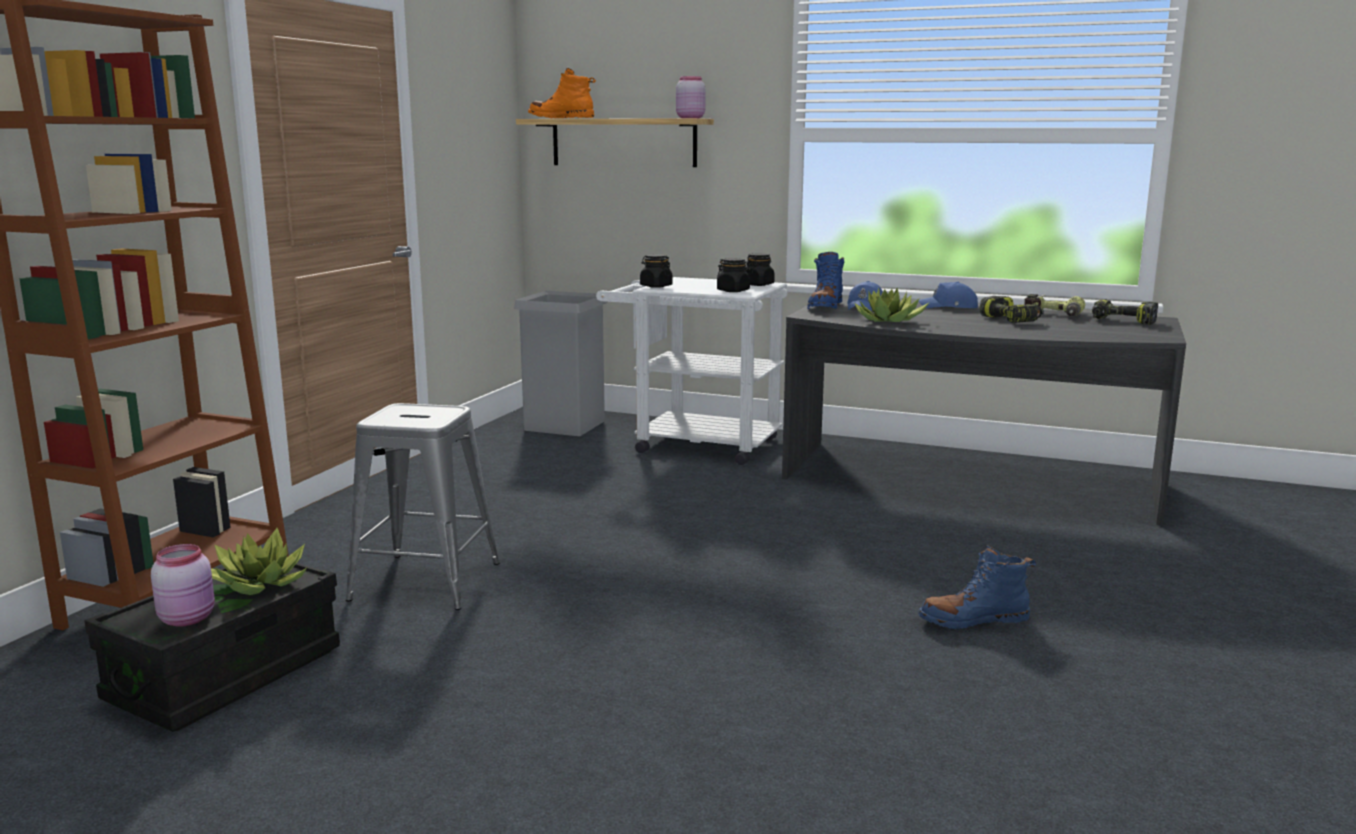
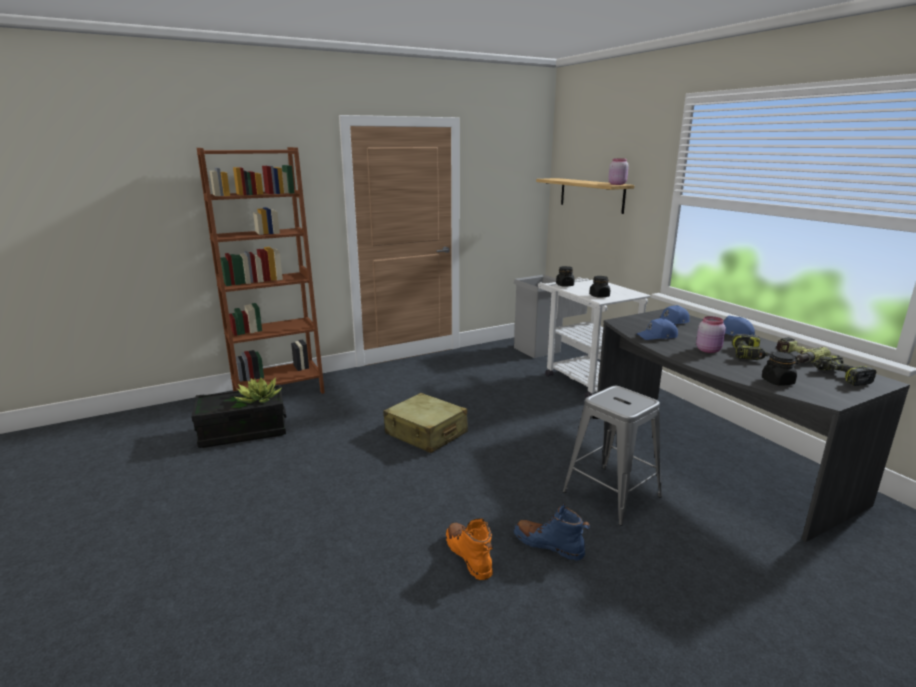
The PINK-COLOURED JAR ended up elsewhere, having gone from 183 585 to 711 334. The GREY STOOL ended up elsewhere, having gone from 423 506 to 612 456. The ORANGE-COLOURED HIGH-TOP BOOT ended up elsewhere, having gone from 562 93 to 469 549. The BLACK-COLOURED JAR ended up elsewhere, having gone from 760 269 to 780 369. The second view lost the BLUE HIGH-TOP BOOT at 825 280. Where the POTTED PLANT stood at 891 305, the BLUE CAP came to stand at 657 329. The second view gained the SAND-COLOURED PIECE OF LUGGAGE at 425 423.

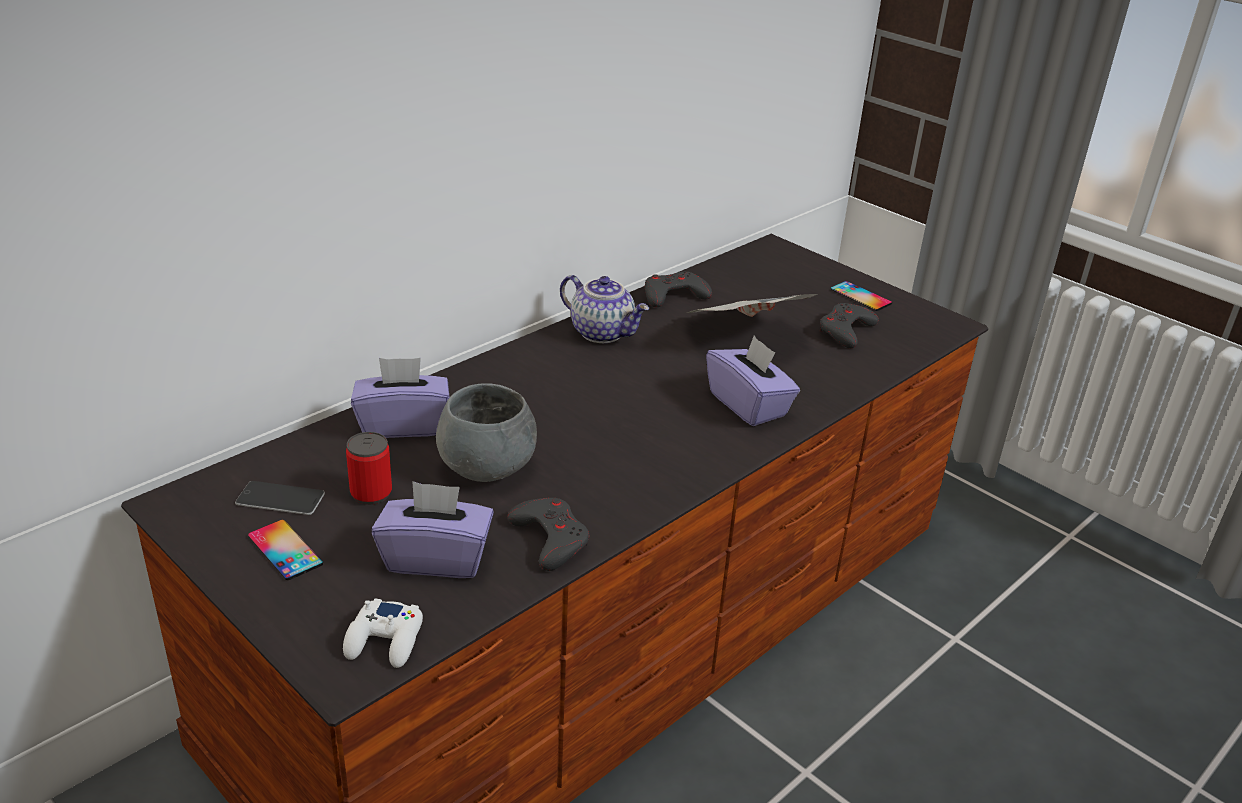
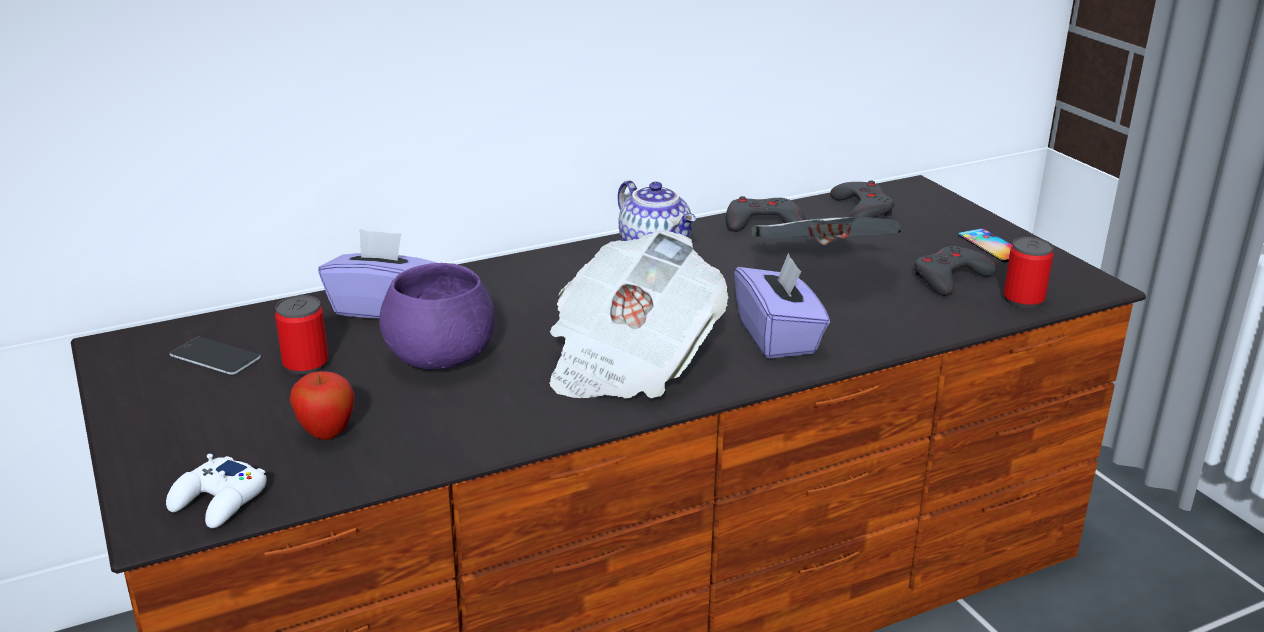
The second view lost the HANDSET at 285 550. Where the PURPLE-COLOURED TISSUE BOX stood at 433 529, the APPLE FRUIT came to stand at 322 405. What was the GREY BOWL at 486 432 turned into the PURPLE-COLOURED BOWL at 436 316. The GREY GAMEPAD ended up elsewhere, having gone from 548 534 to 862 199. The second view gained the NEWSPAPER at 639 315. The second view gained the METAL CAN at 1028 272.

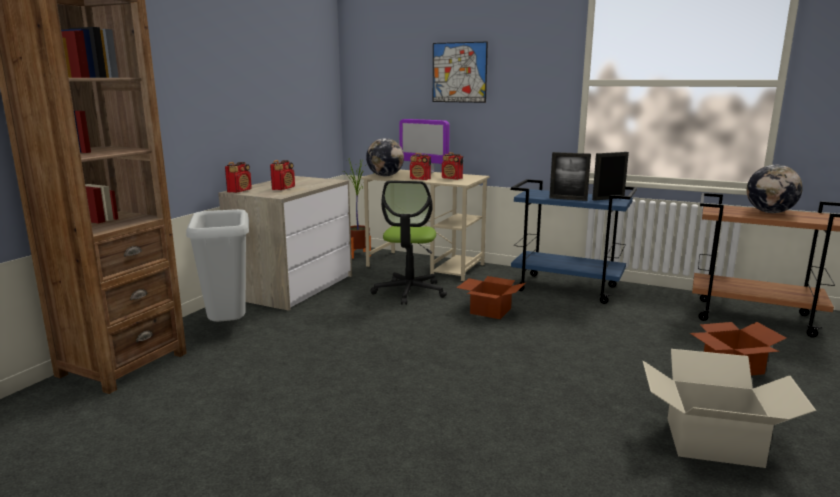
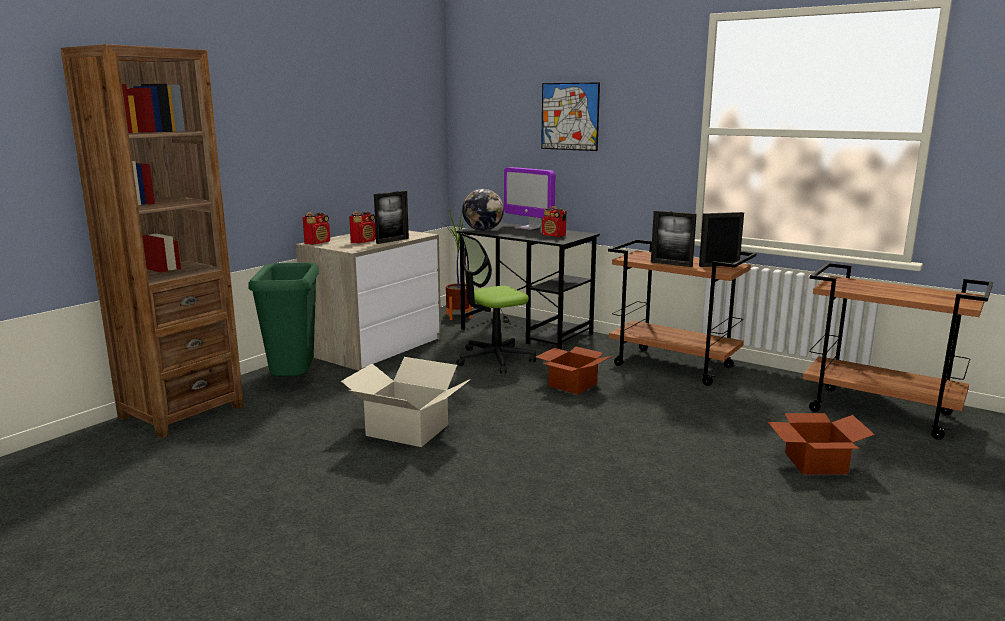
What was the GREY WASTE BIN at 217 265 turned into the GREEN WASTE BIN at 283 319. What was the SAND-COLOURED DESK UNIT at 425 225 turned into the BLACK-COLOURED DESK UNIT at 528 286. The OFFICE CHAIR at 408 243 ended up facing another way, 45 degrees clockwise from before. The second view lost the RADIO RECEIVER at 420 166. What was the BLUE CART at 574 241 turned into the BROWN CART at 682 312. The CARTON ended up elsewhere, having gone from 730 408 to 405 402. The second view lost the DESK GLOBE at 775 189. The second view gained the PHOTO FRAME at 391 217.

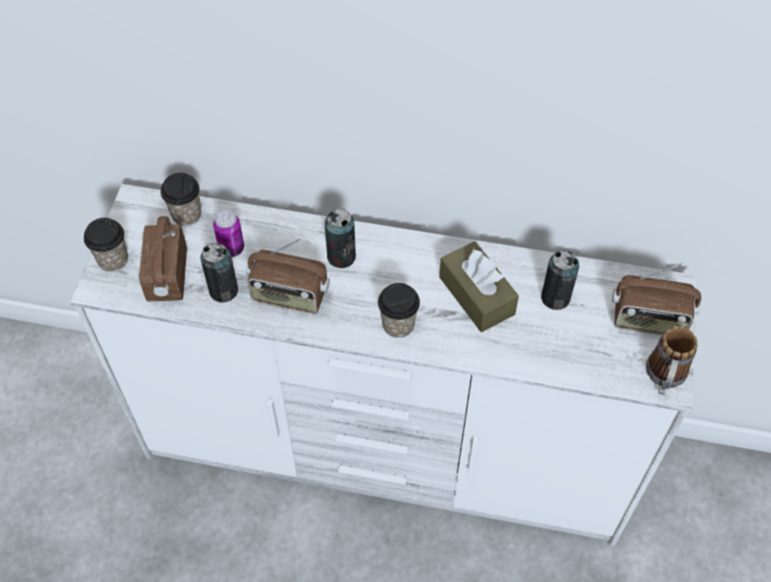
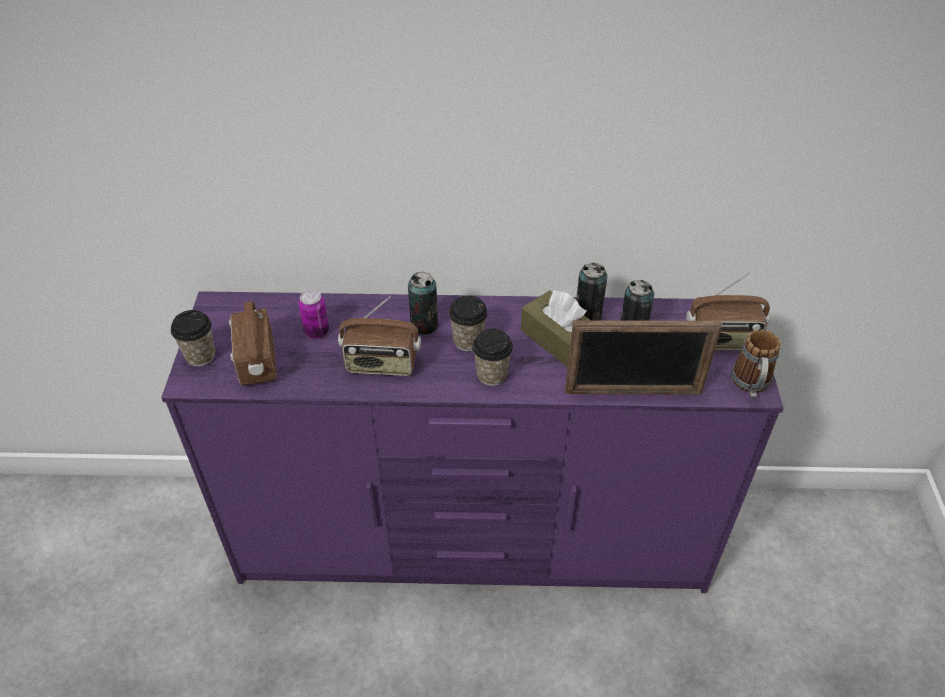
What was the WHITISH DRAWER CHEST at 383 365 turned into the PURPLE-COLOURED DRAWER CHEST at 472 442. The DRINKING CUP ended up elsewhere, having gone from 181 199 to 468 323. The METAL CAN ended up elsewhere, having gone from 219 273 to 591 291. The second view gained the PHOTO FRAME at 643 357.

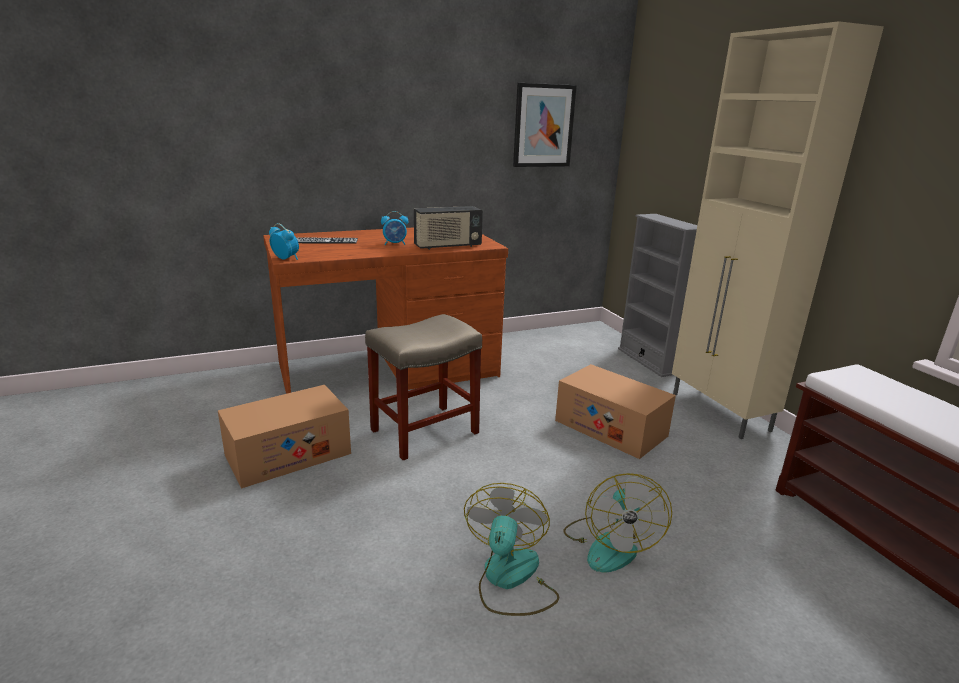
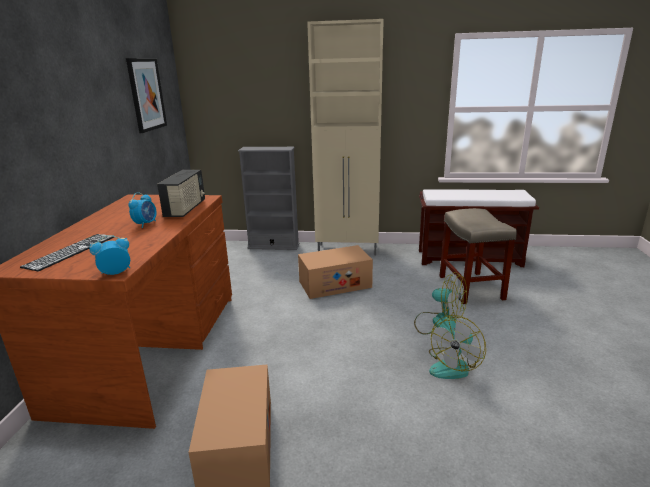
The SAND-COLOURED STOOL ended up elsewhere, having gone from 423 387 to 478 256. The COOLING FAN at 511 549 ended up facing another way, 90 degrees counterclockwise from before.

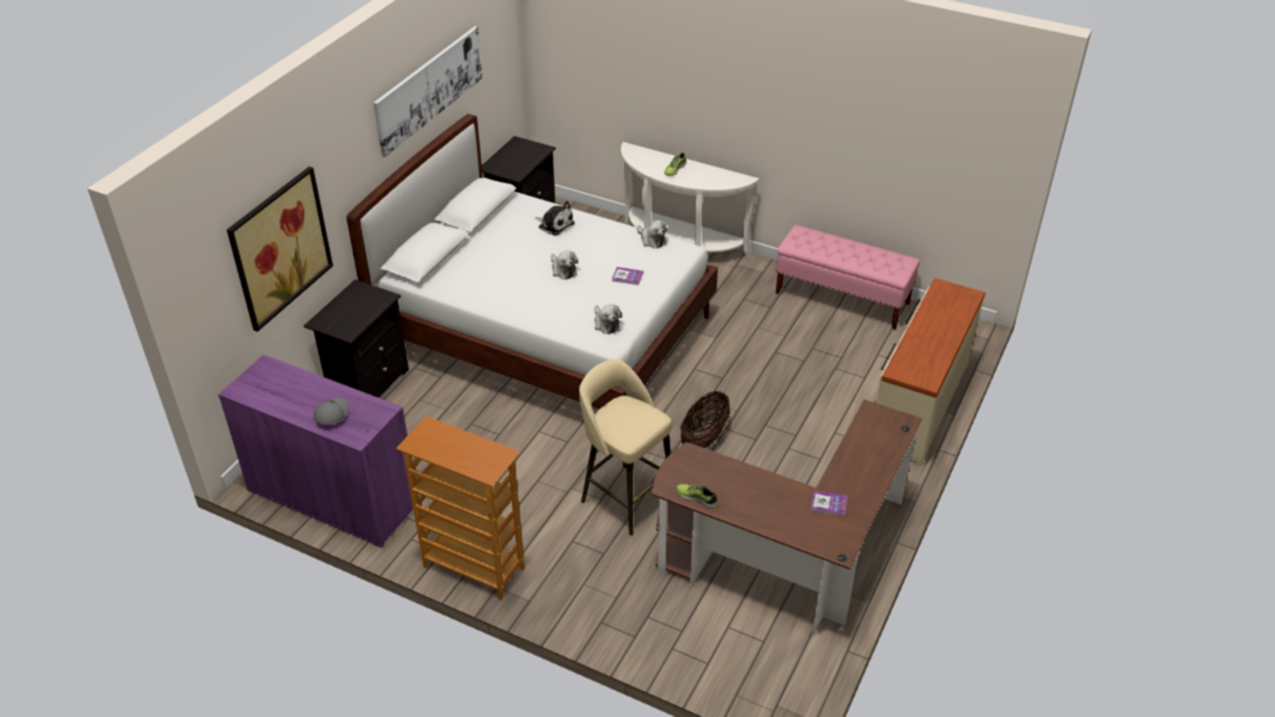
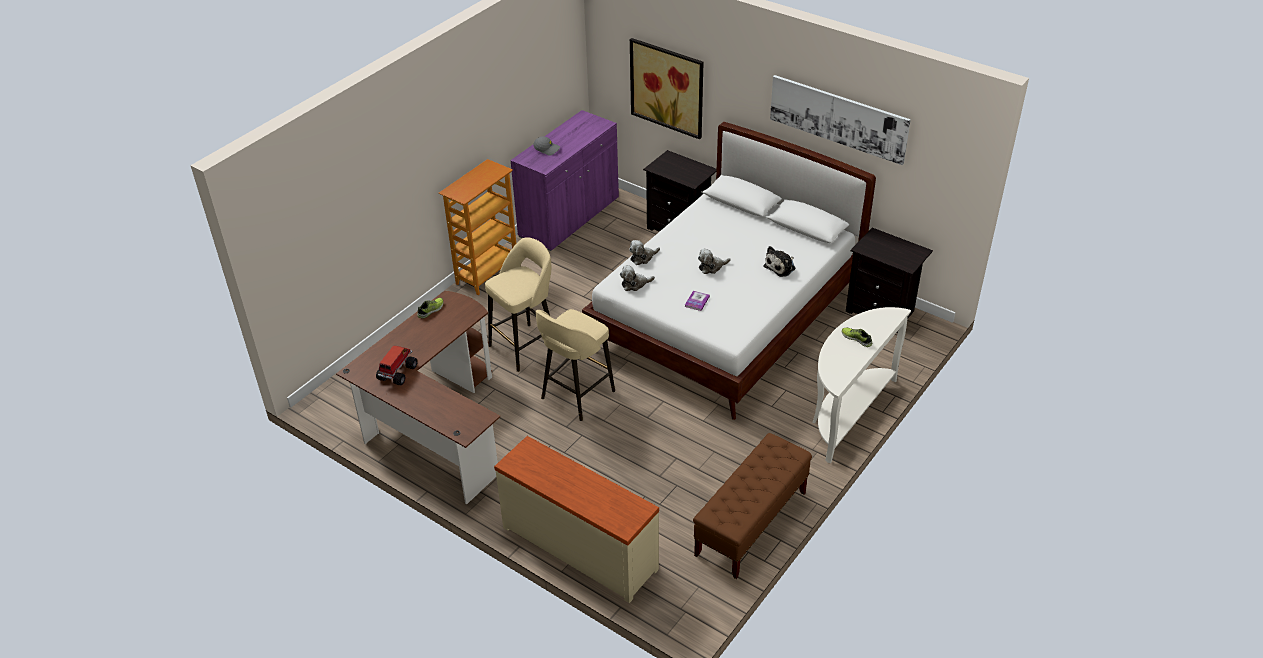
The PLUSH TOY ended up elsewhere, having gone from 652 234 to 644 252. Where the BASKET stood at 705 419, the SAND-COLOURED STOOL came to stand at 575 365. What was the PINK-COLOURED BENCH at 848 277 turned into the BROWN BENCH at 752 506. Where the VOLUME stood at 829 503, the MODEL TRUCK came to stand at 397 365.

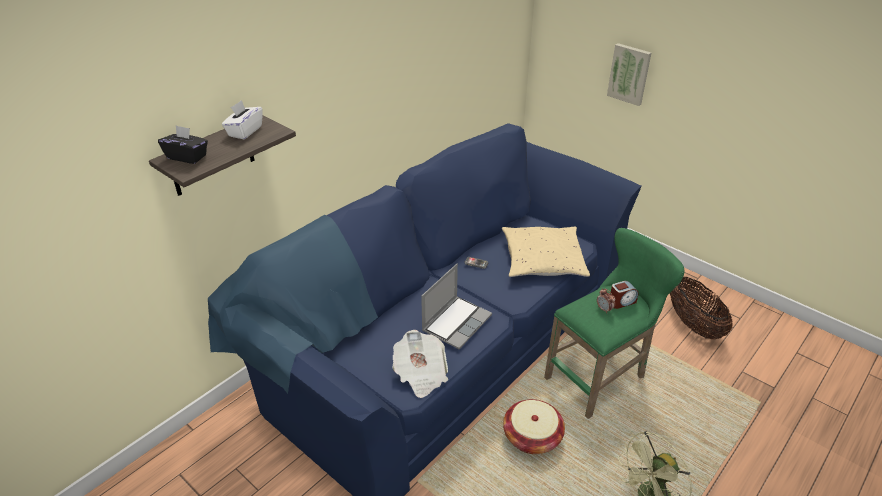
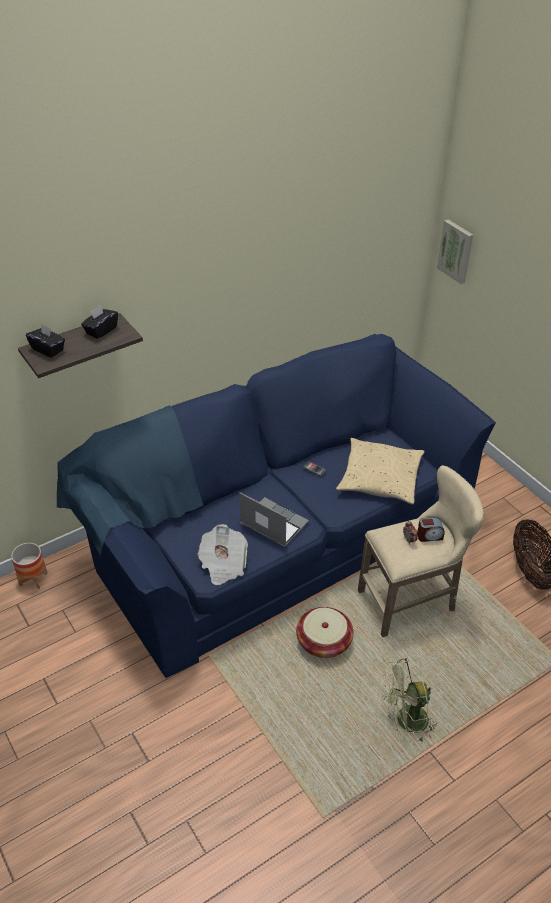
What was the WHITISH TISSUE BOX at 242 119 turned into the BLACK-COLOURED TISSUE BOX at 99 322. The PORTABLE COMPUTER at 456 306 ended up facing another way, 105 degrees counterclockwise from before. What was the GREEN STOOL at 614 323 turned into the SAND-COLOURED STOOL at 421 551. The WALL ART ended up elsewhere, having gone from 629 74 to 455 251. The second view gained the PLANT POT at 29 566.

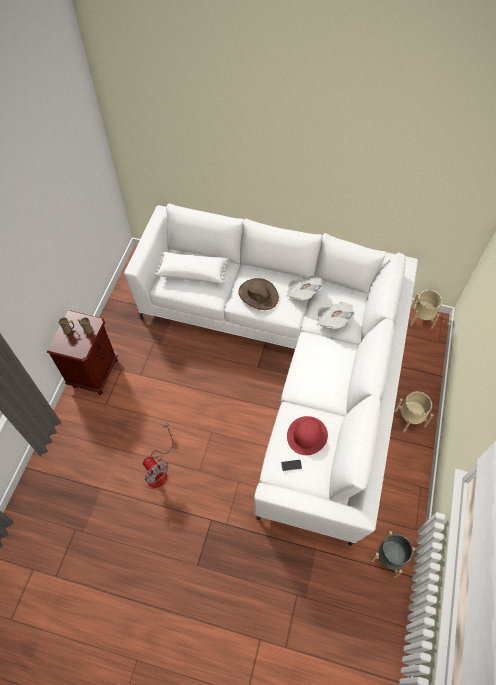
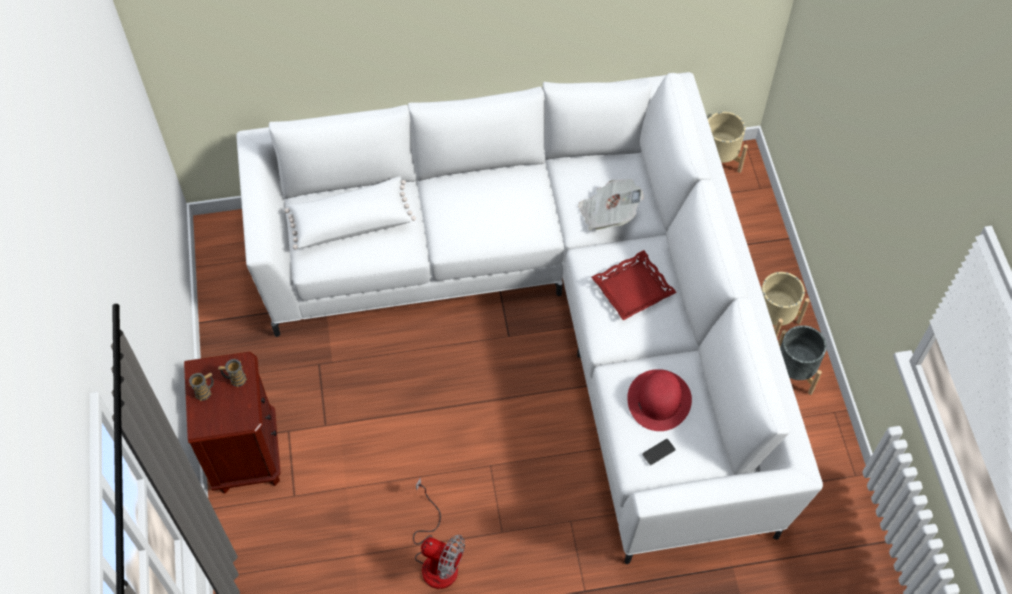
The second view lost the BROWN HAT at 258 294. The second view lost the NEWSPAPER at 304 288. The GREY PLANT POT ended up elsewhere, having gone from 392 554 to 802 360. The second view gained the RED TRAY at 634 285.

